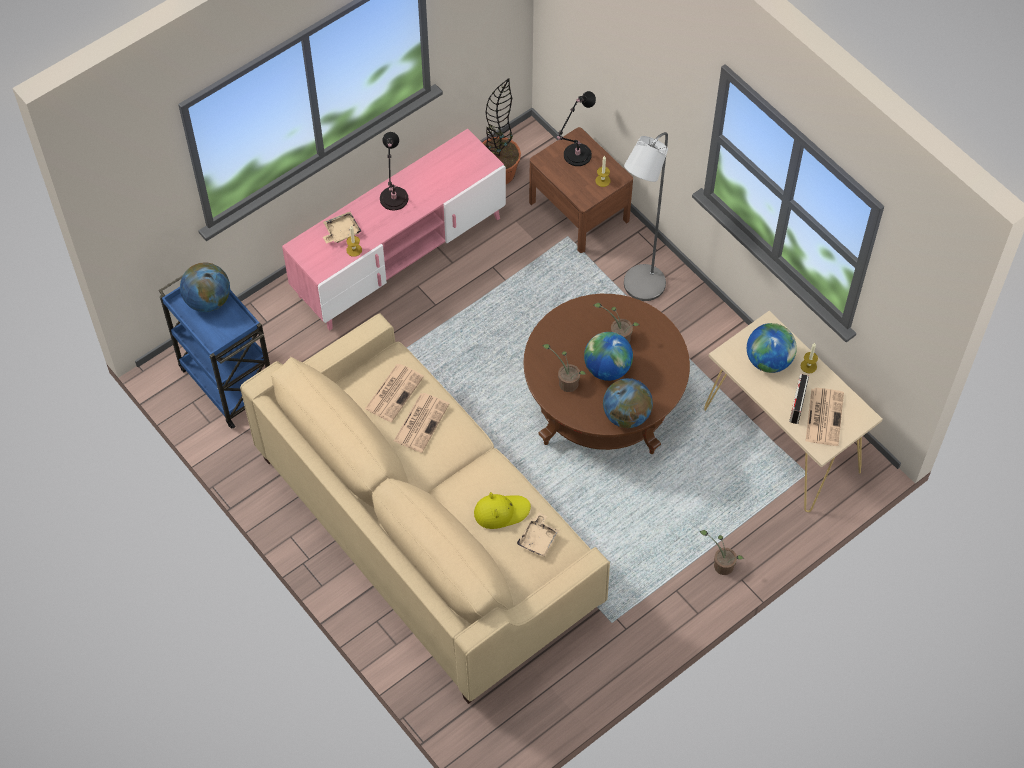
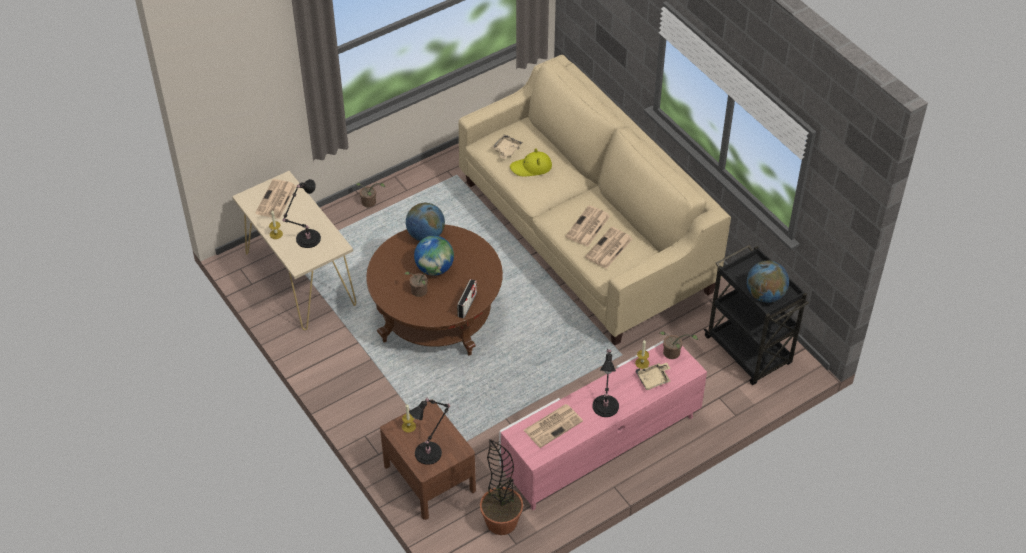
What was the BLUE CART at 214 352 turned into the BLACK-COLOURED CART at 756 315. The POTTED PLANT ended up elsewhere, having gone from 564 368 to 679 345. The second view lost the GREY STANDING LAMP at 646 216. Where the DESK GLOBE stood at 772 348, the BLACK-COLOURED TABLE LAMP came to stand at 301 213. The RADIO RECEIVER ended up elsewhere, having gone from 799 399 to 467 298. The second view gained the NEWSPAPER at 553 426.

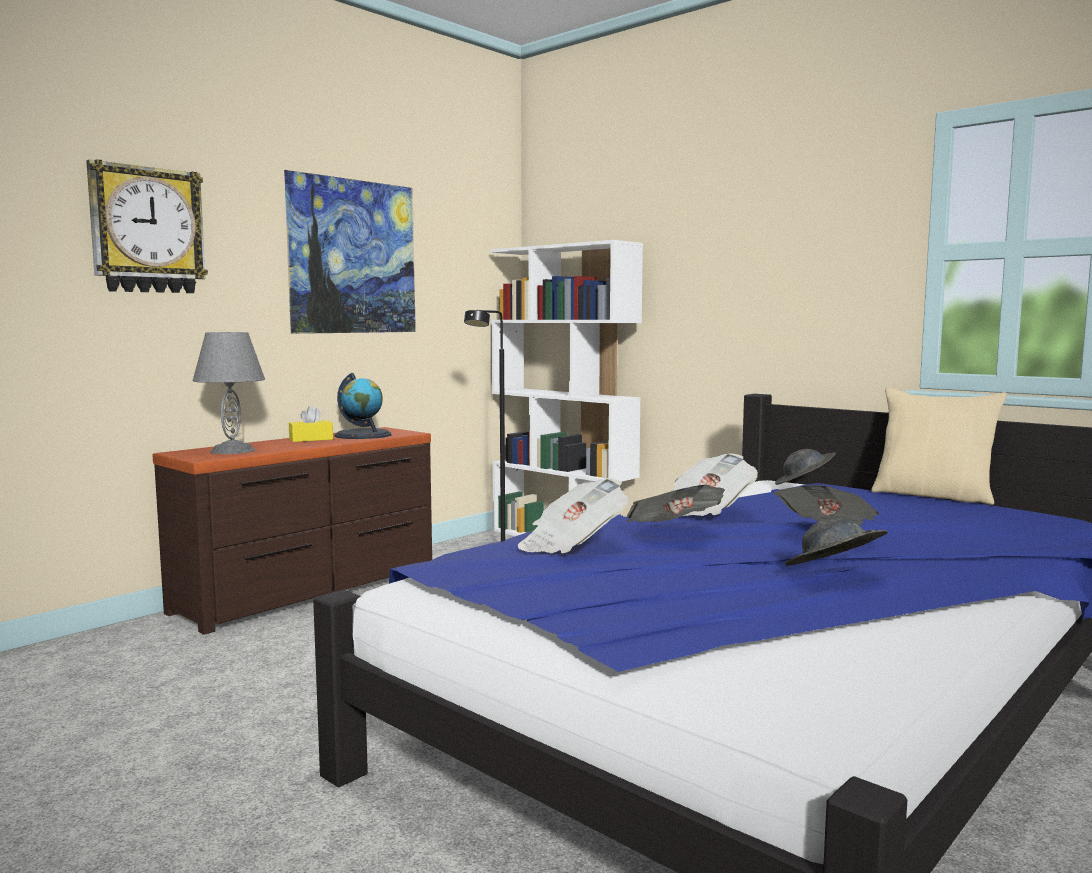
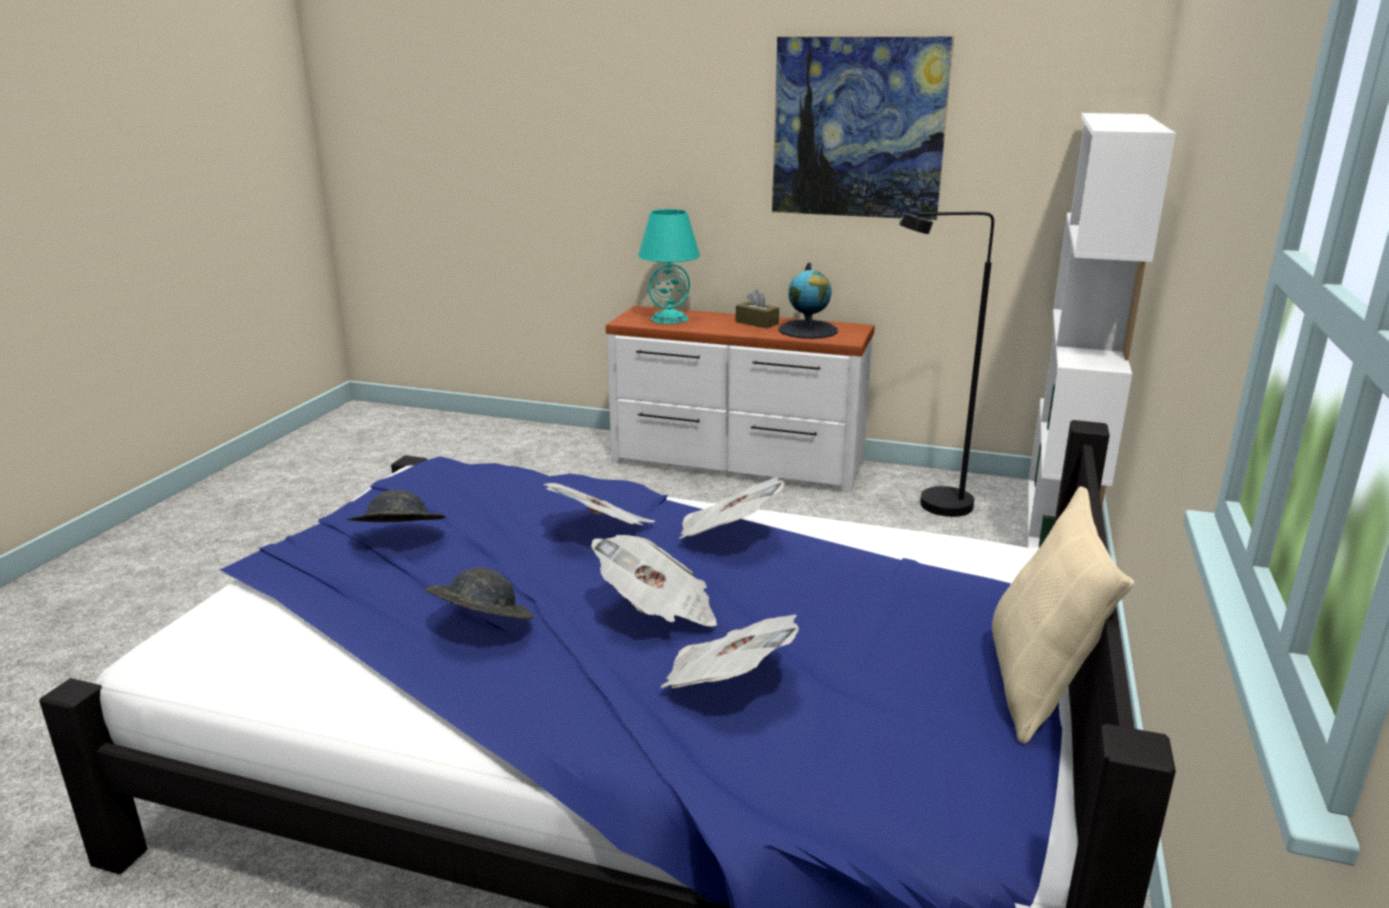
The second view lost the HANGING CLOCK at 147 226. What was the BROWN DRAWER CHEST at 292 531 turned into the WHITISH DRAWER CHEST at 740 399. What was the GREY TABLE LAMP at 229 393 turned into the TURQUOISE-COLOURED TABLE LAMP at 669 266. What was the YELLOWISH TISSUE BOX at 311 424 turned into the BROWN TISSUE BOX at 757 309. The NEWSPAPER ended up elsewhere, having gone from 573 515 to 730 651. The GREY HAT ended up elsewhere, having gone from 805 467 to 396 506.

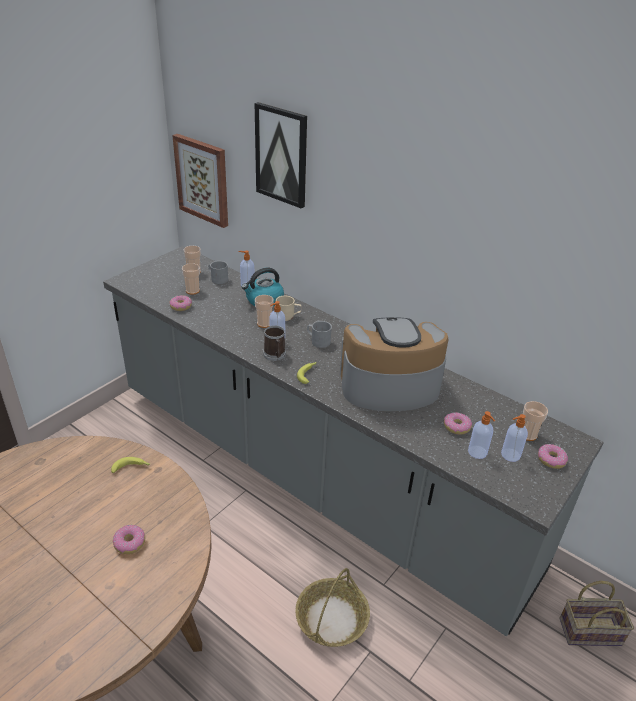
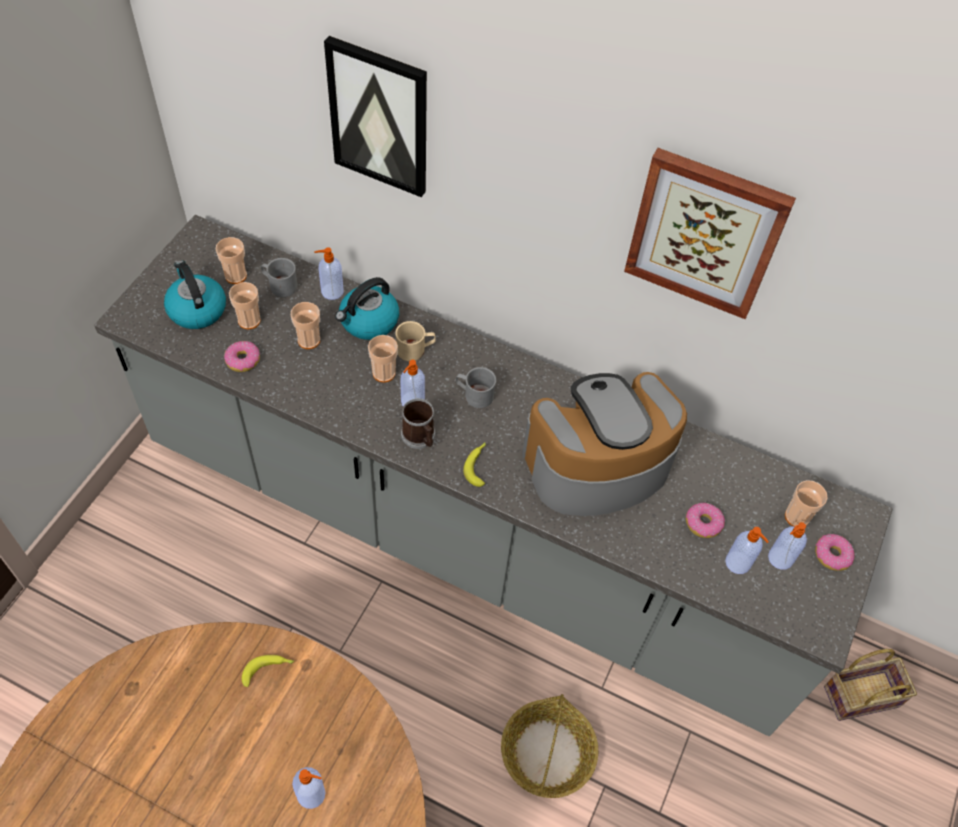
Where the DONUT stood at 129 539, the LIQUID SOAP BOTTLE came to stand at 309 788. The WALL ART ended up elsewhere, having gone from 200 181 to 710 233. The second view gained the TEA KETTLE at 195 295. The second view gained the DRINKING CUP at 305 325.

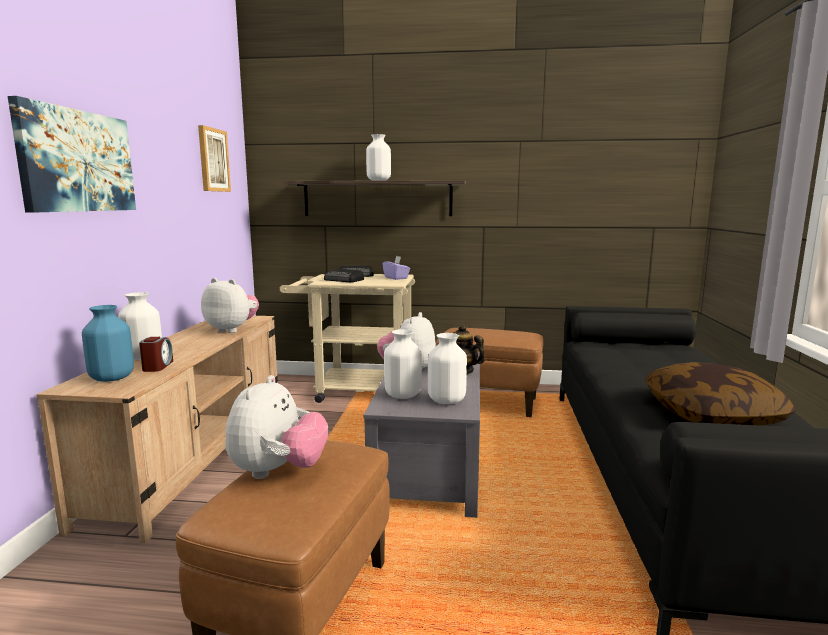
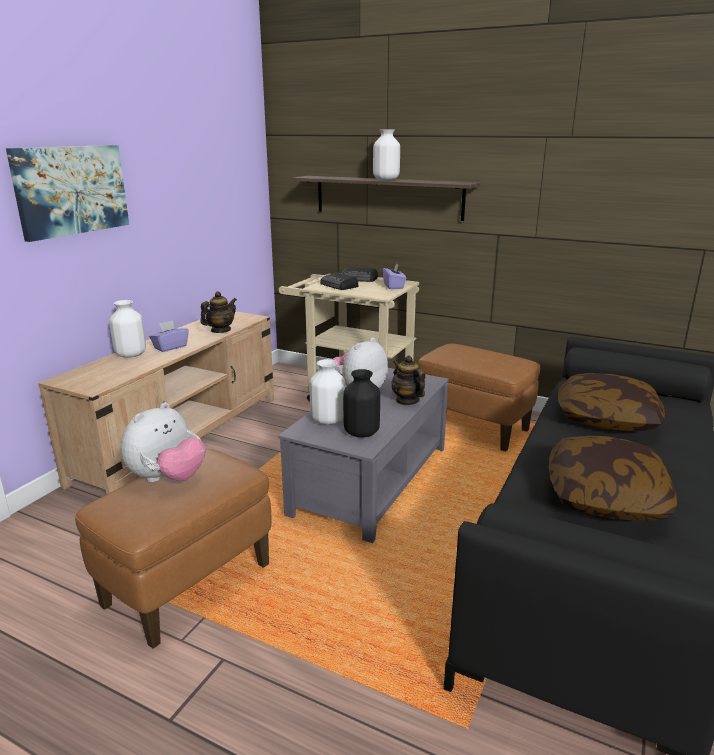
The second view lost the BLUE VASE at 108 343. The second view lost the BEDSIDE CLOCK at 156 354. The second view lost the WALL ART at 214 158. Where the PLUSH TOY stood at 230 305, the TEAPOT came to stand at 218 312. What was the WHITISH VASE at 447 368 turned into the BLACK-COLOURED VASE at 361 403. The second view gained the PURPLE-COLOURED TISSUE BOX at 169 336. The second view gained the CUSHION at 611 402.

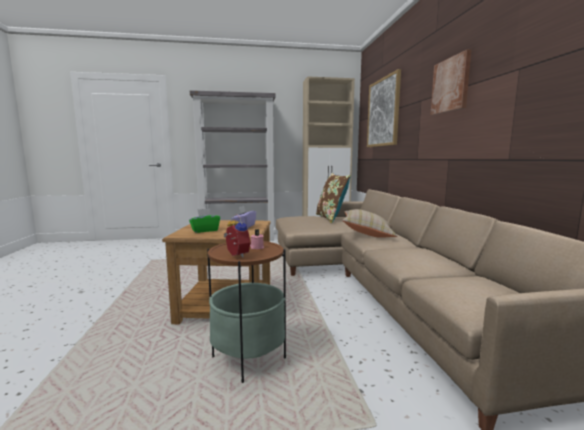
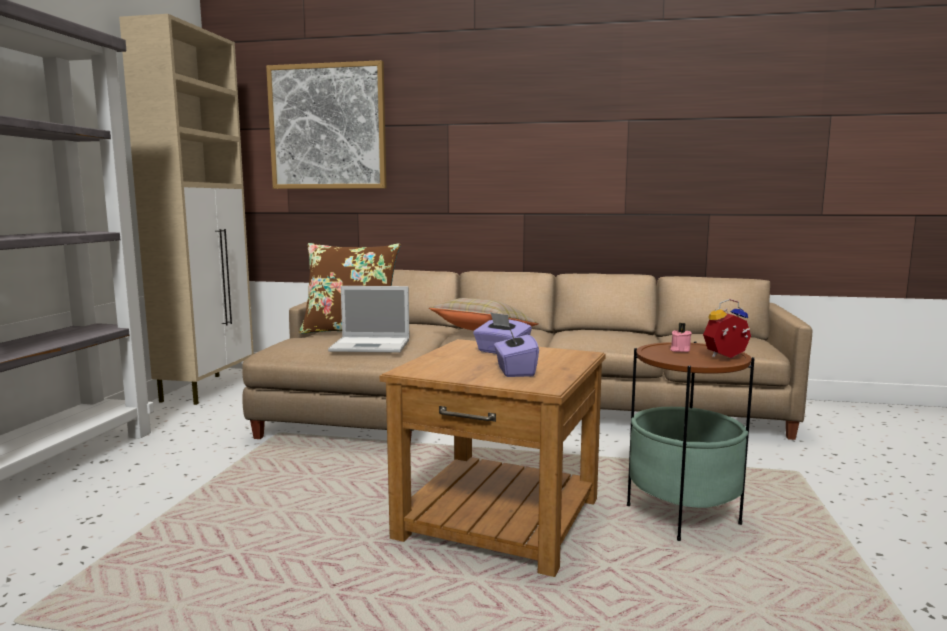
What was the GREEN TISSUE BOX at 204 220 turned into the PURPLE-COLOURED TISSUE BOX at 516 352. The second view lost the WALL ART at 450 82. The second view gained the PORTABLE COMPUTER at 368 319.

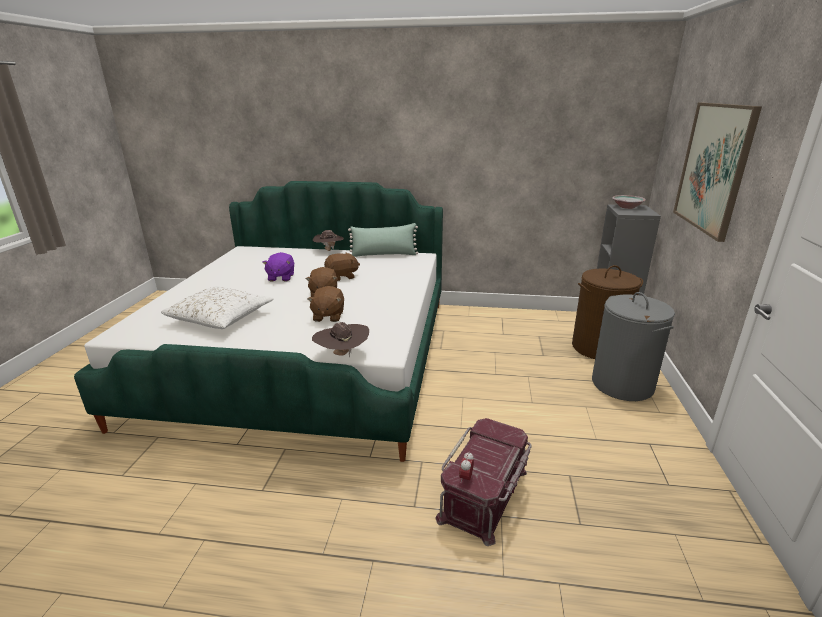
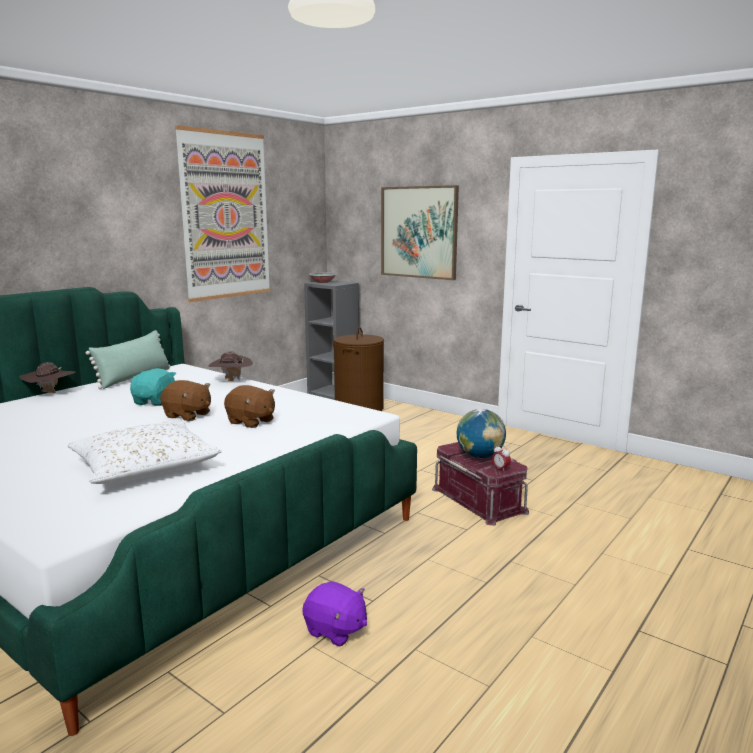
The PURPLE-COLOURED PLUSH TOY ended up elsewhere, having gone from 278 266 to 334 614. The BROWN HAT ended up elsewhere, having gone from 340 340 to 230 366. What was the BROWN PLUSH TOY at 342 267 turned into the TURQUOISE-COLOURED PLUSH TOY at 153 387. The second view lost the GREY LAUNDRY BASKET at 633 346. The second view gained the WALL ART at 222 213. The second view gained the DESK GLOBE at 481 433.

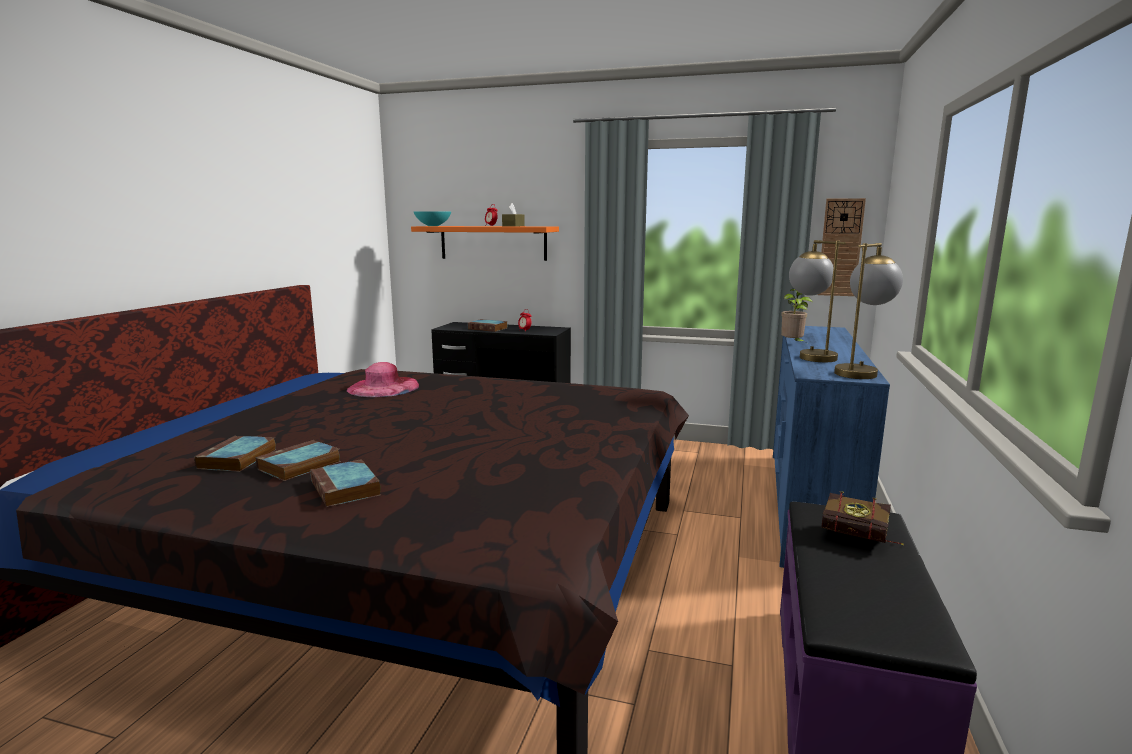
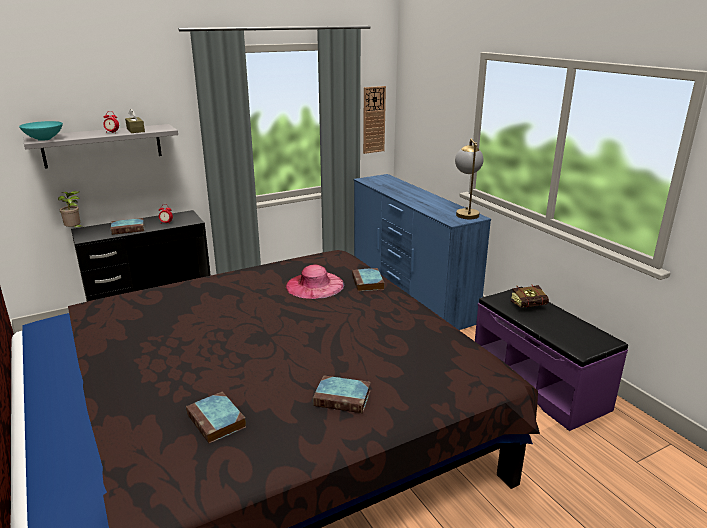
The VOLUME ended up elsewhere, having gone from 298 460 to 368 279. The PINK-COLOURED HAT ended up elsewhere, having gone from 383 379 to 315 281. What was the ORANGE-COLOURED WALL SHELF at 485 243 turned into the GREY WALL SHELF at 100 146. The POTTED PLANT ended up elsewhere, having gone from 797 315 to 71 209. The second view lost the TABLE LAMP at 817 301.

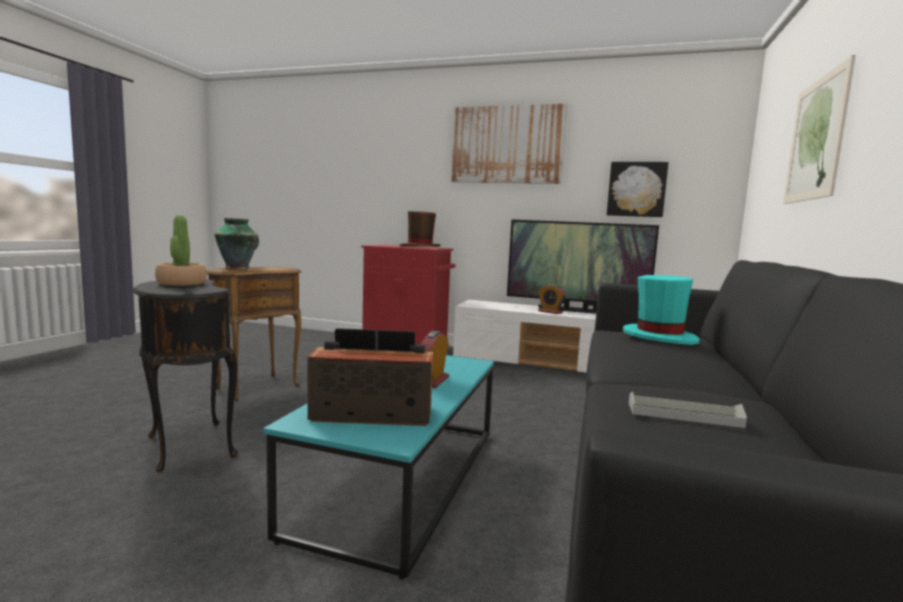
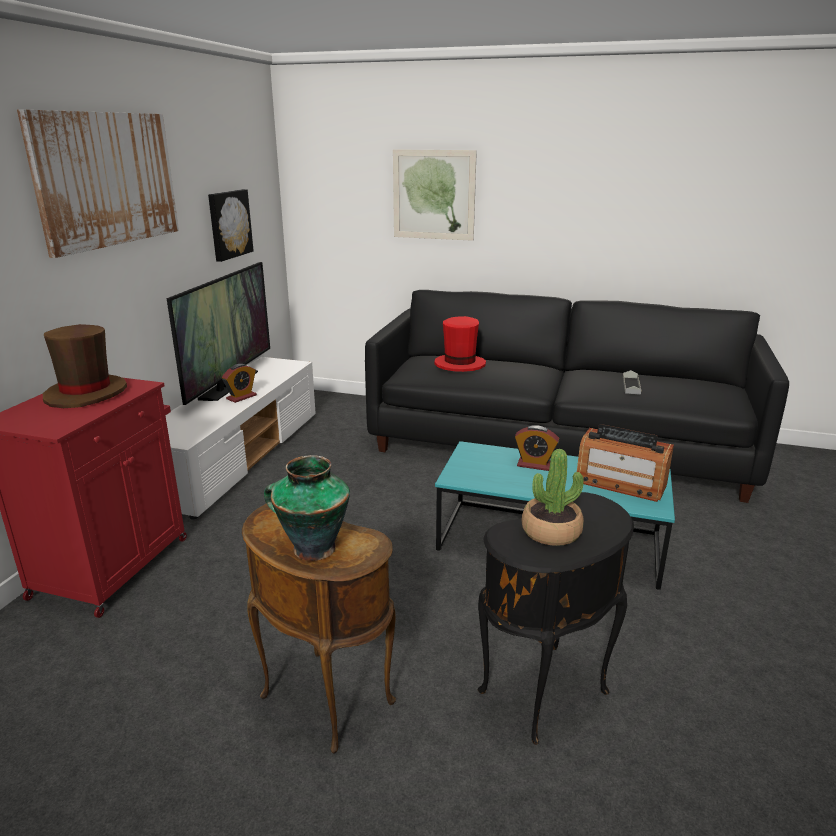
The RADIO RECEIVER at 370 377 ended up facing another way, 60 degrees counterclockwise from before. What was the TURQUOISE-COLOURED HAT at 661 310 turned into the RED HAT at 460 344.

